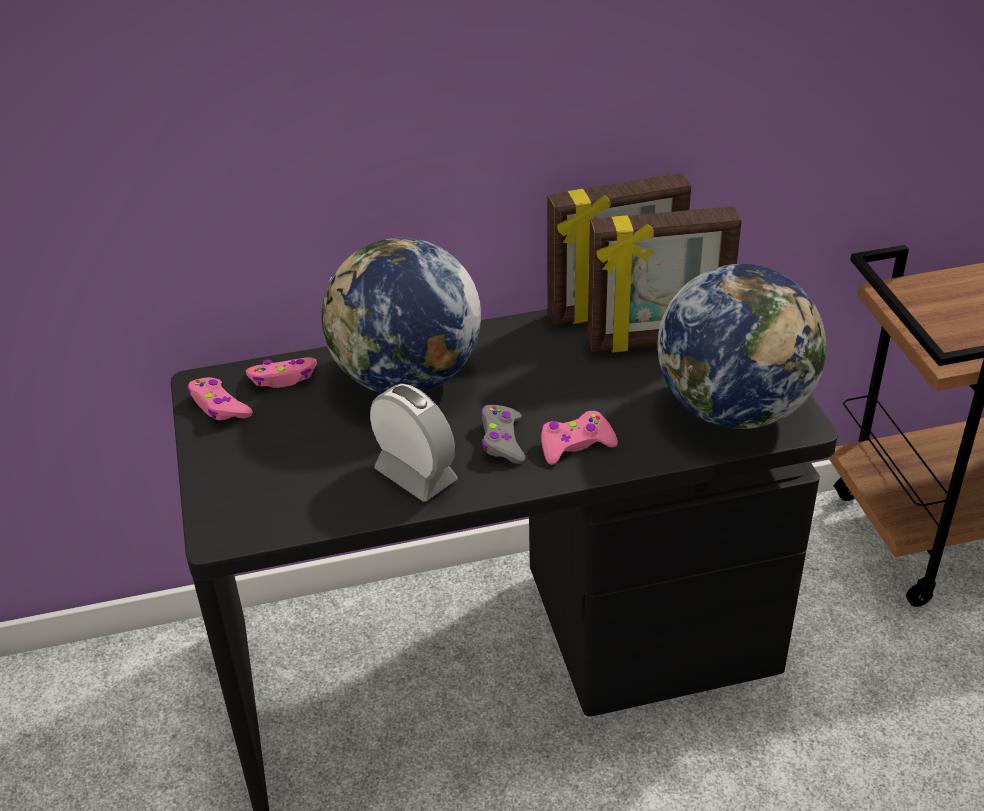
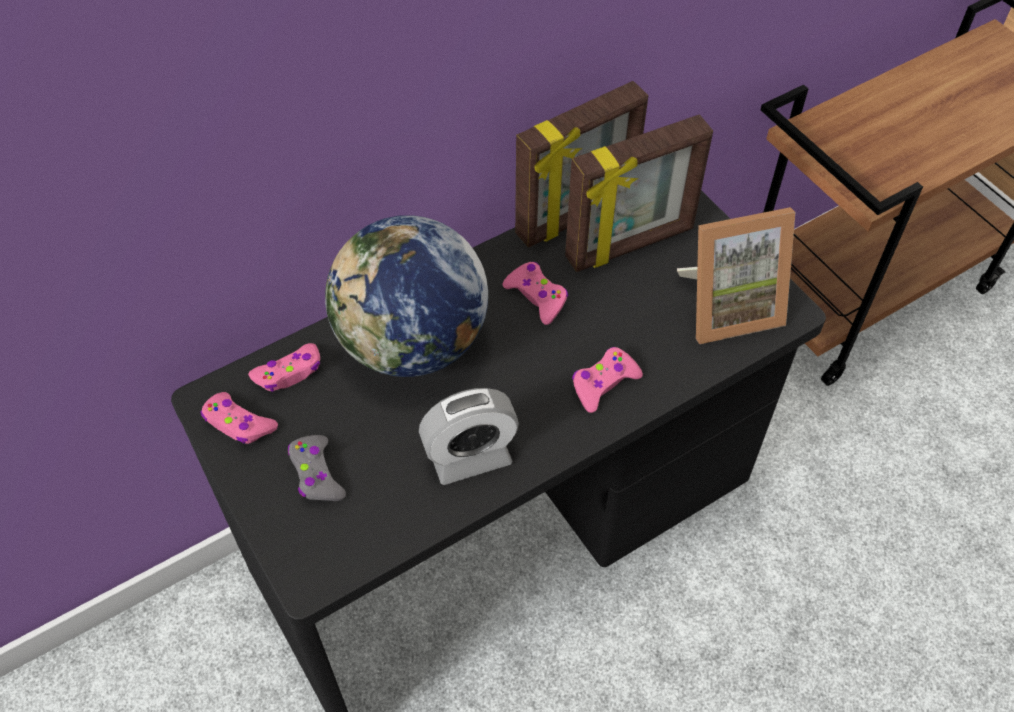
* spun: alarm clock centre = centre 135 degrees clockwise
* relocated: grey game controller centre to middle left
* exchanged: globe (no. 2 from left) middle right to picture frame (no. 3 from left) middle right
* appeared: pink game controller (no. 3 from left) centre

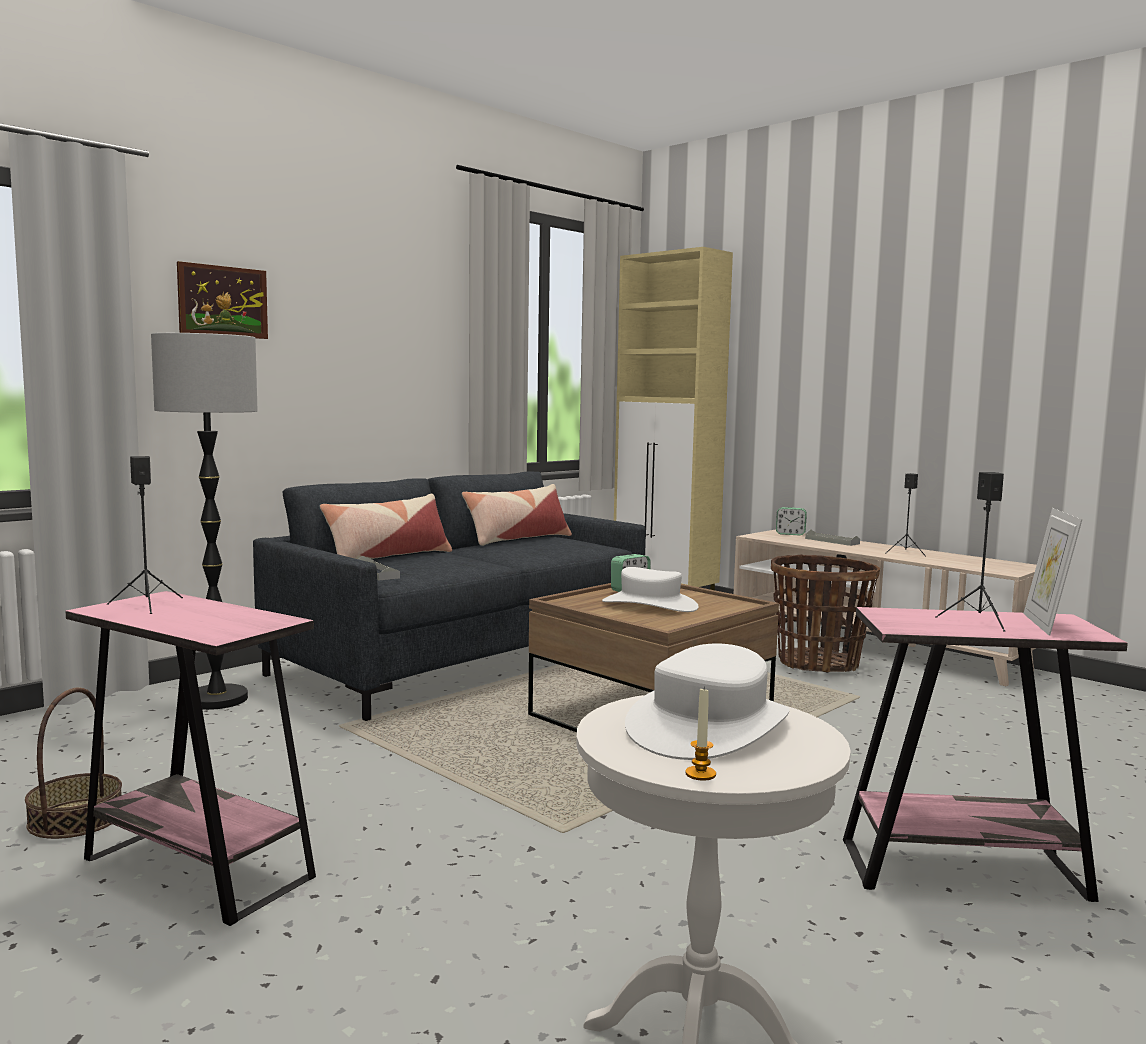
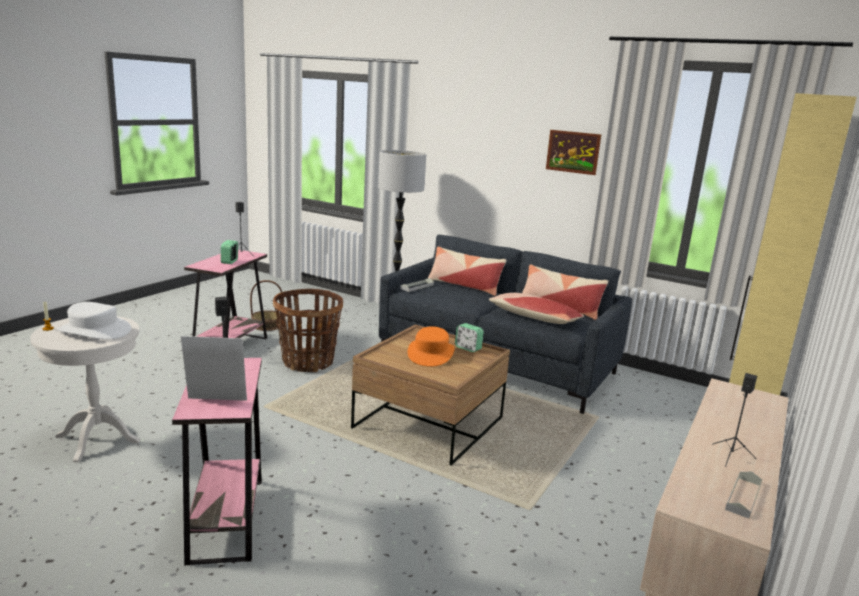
* relocated: picture top left to top right
* colour: white hat (no. 1 from left) centre to orange hat centre
* relocated: basket (no. 2 from left) middle right to centre
* relocated: alarm clock (no. 2 from left in the first image) middle right to alarm clock (no. 1 from left) middle left
* relocated: grey tray (no. 2 from left) middle right to bottom right
* appeared: pillow (no. 2 from left) centre

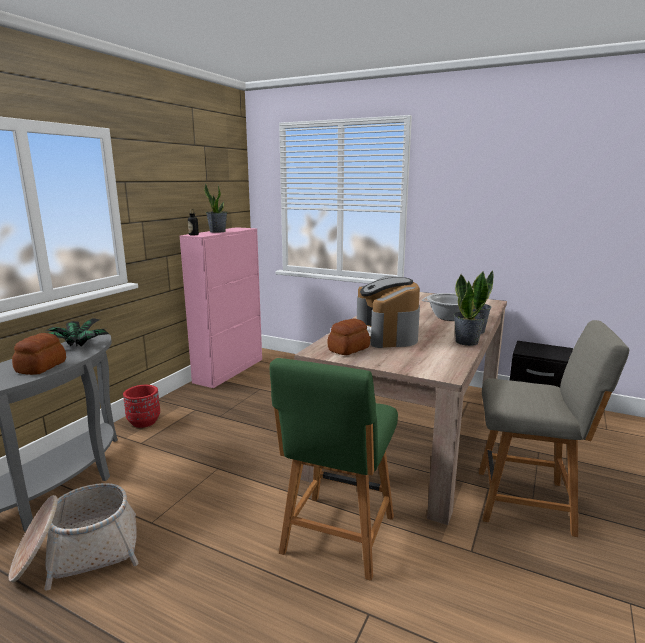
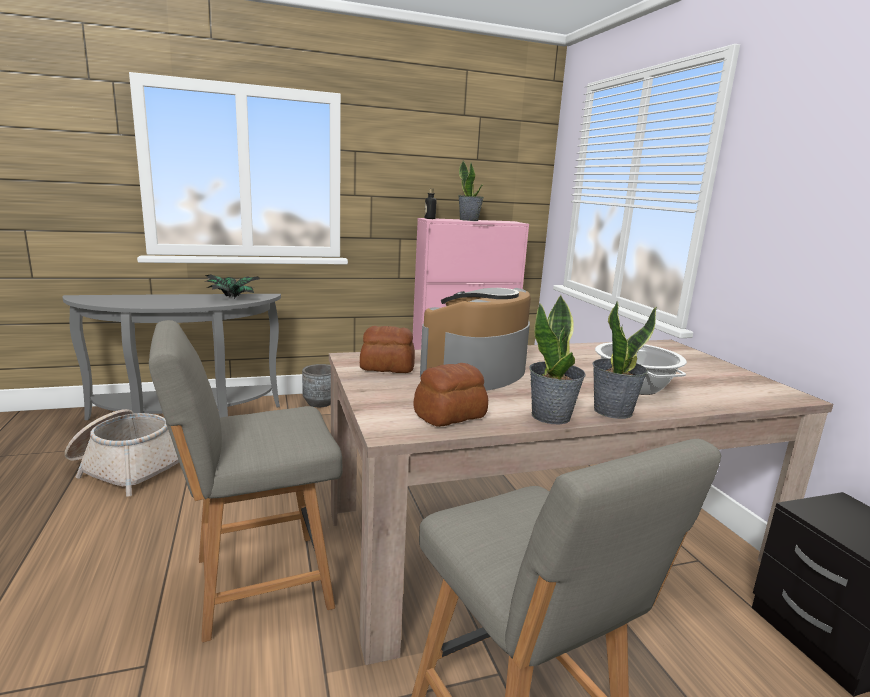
* relocated: bread (no. 1 from left in the first image) middle left to bread (no. 2 from left) centre
* colour: red planter middle left to grey planter centre
* colour: green chair bottom centre to grey chair (no. 1 from left) bottom left

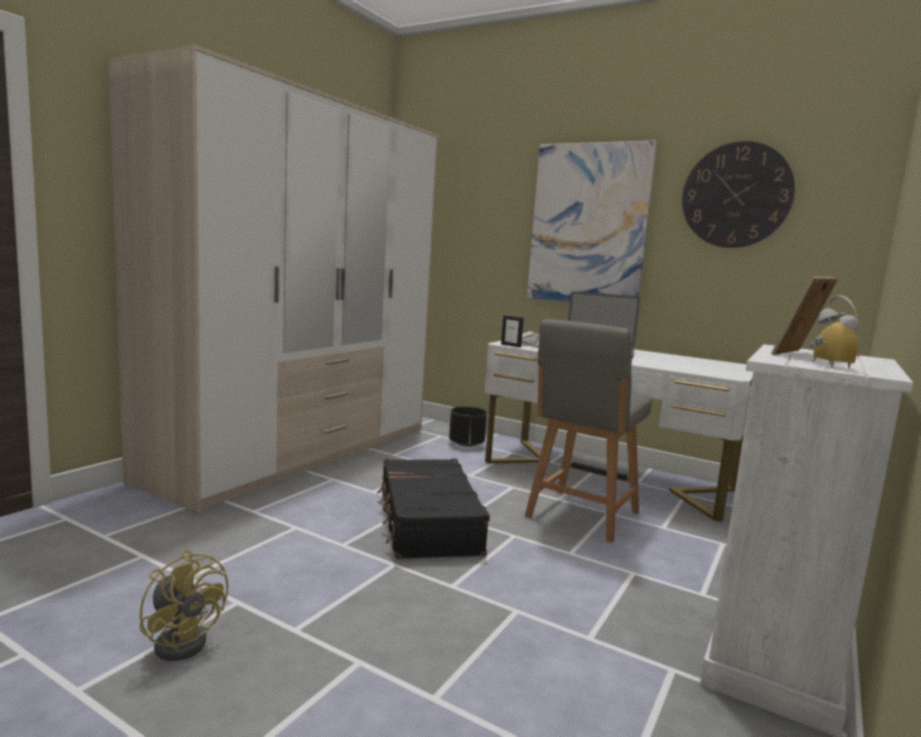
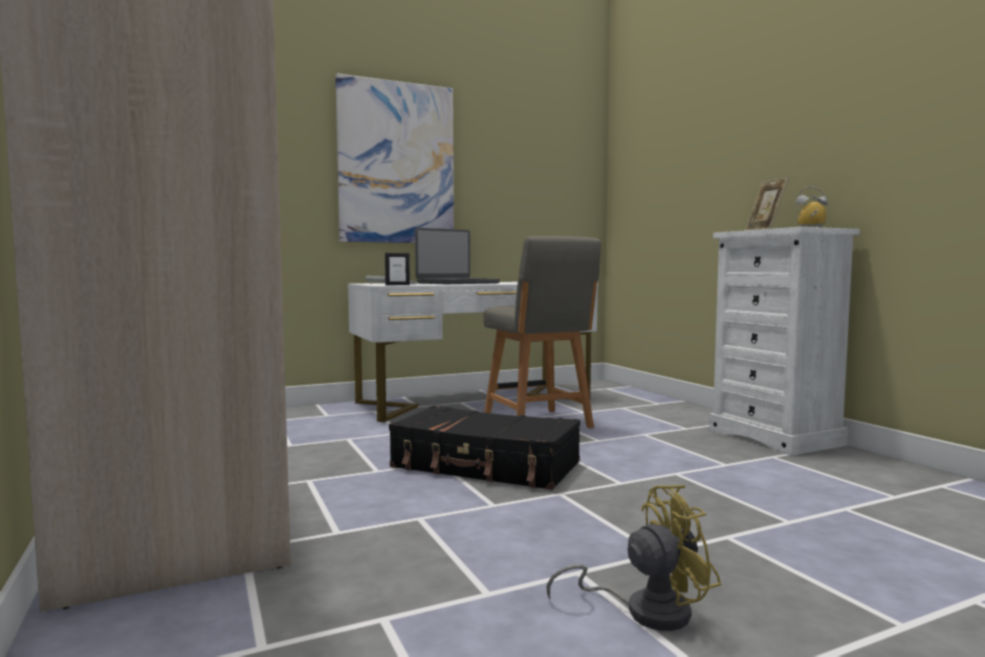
* missing: black planter centre
* missing: wall clock top right

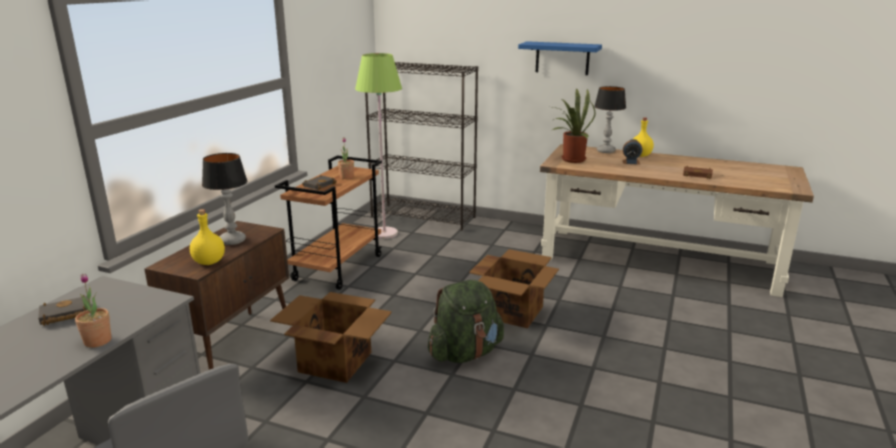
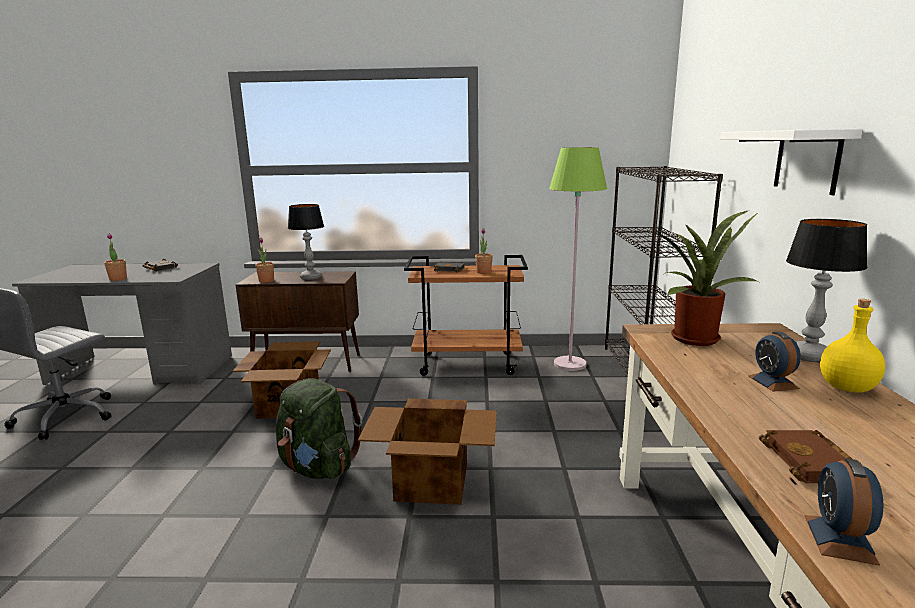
* exchanged: yellow bottle (no. 1 from left) middle left to potted plant (no. 2 from left) middle left
* colour: blue shelf top centre to white shelf top right
* appeared: alarm clock (no. 2 from left) bottom right

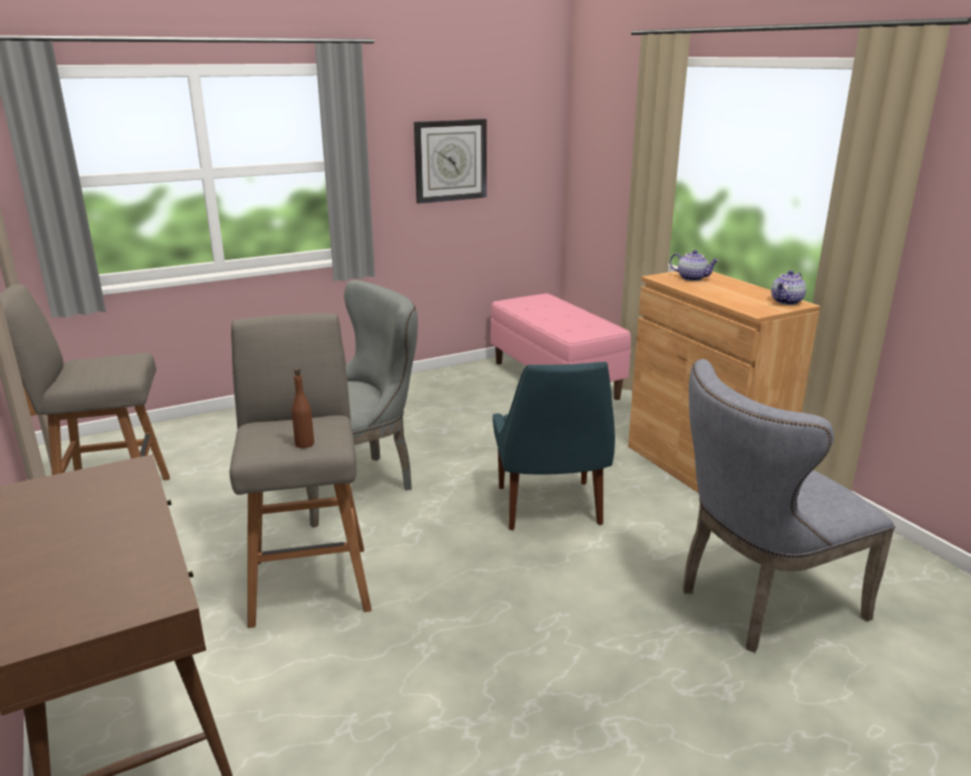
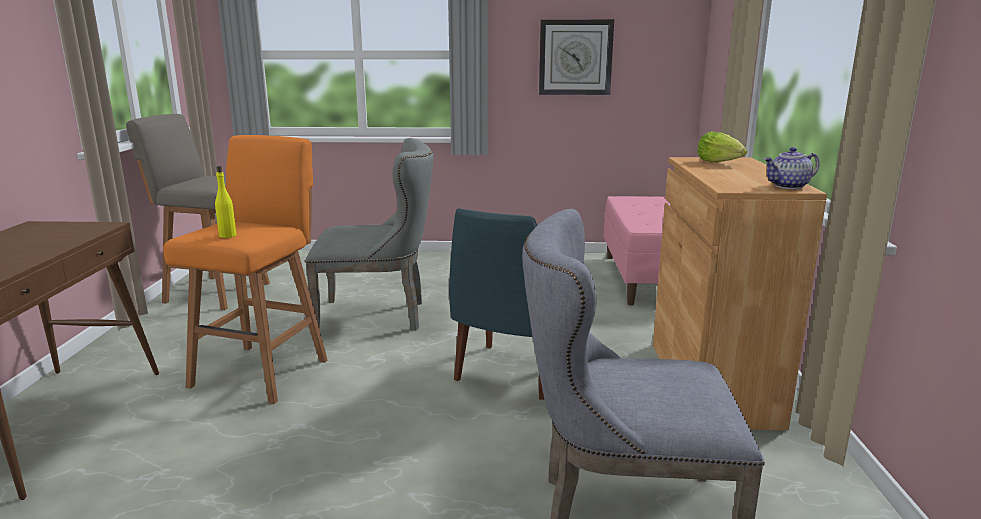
* colour: grey stool (no. 2 from left) middle left to orange stool middle left
* colour: brown bottle middle left to yellow bottle middle left
* exchanged: teapot (no. 1 from left) middle right to lettuce top right

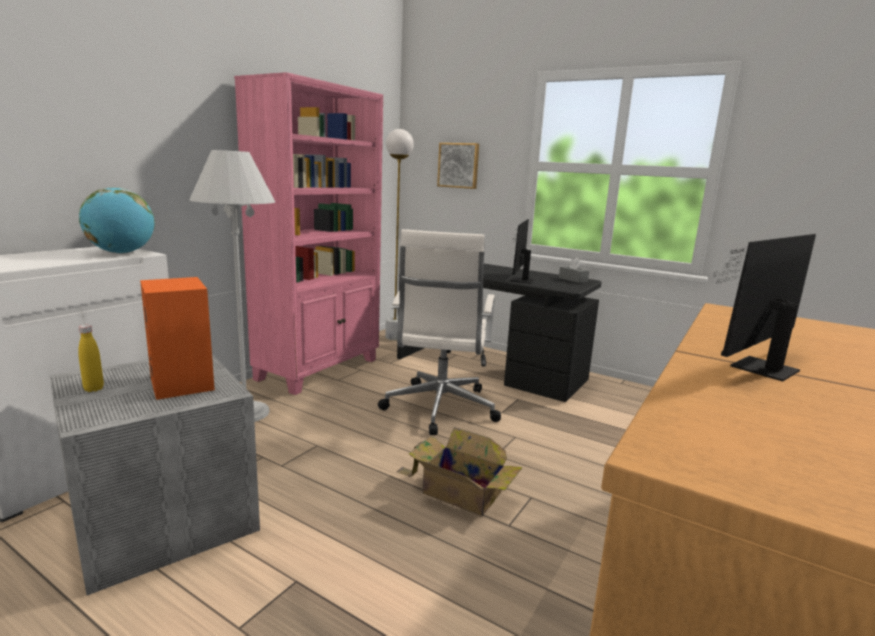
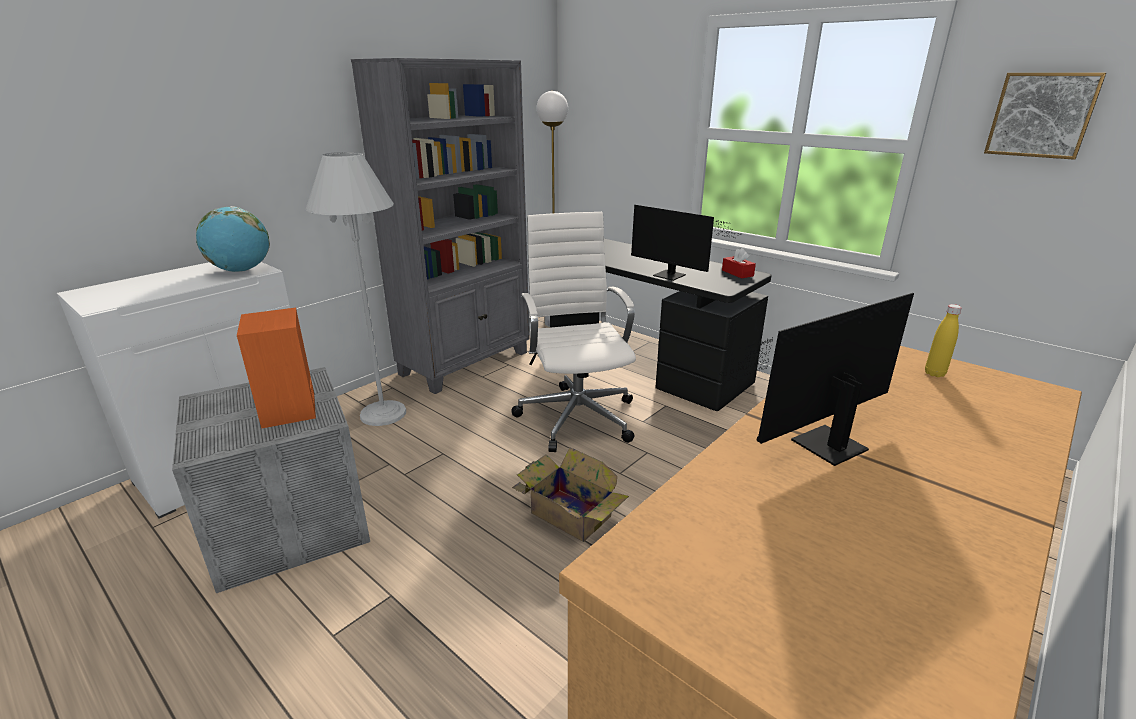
* relocated: yellow bottle middle left to middle right
* colour: pink bookcase centre to grey bookcase top centre
* spun: white office chair centre = centre 150 degrees clockwise
* relocated: picture top centre to top right
* spun: monitor (no. 1 from left) centre = centre 75 degrees counterclockwise
* colour: grey tissue box centre to red tissue box centre

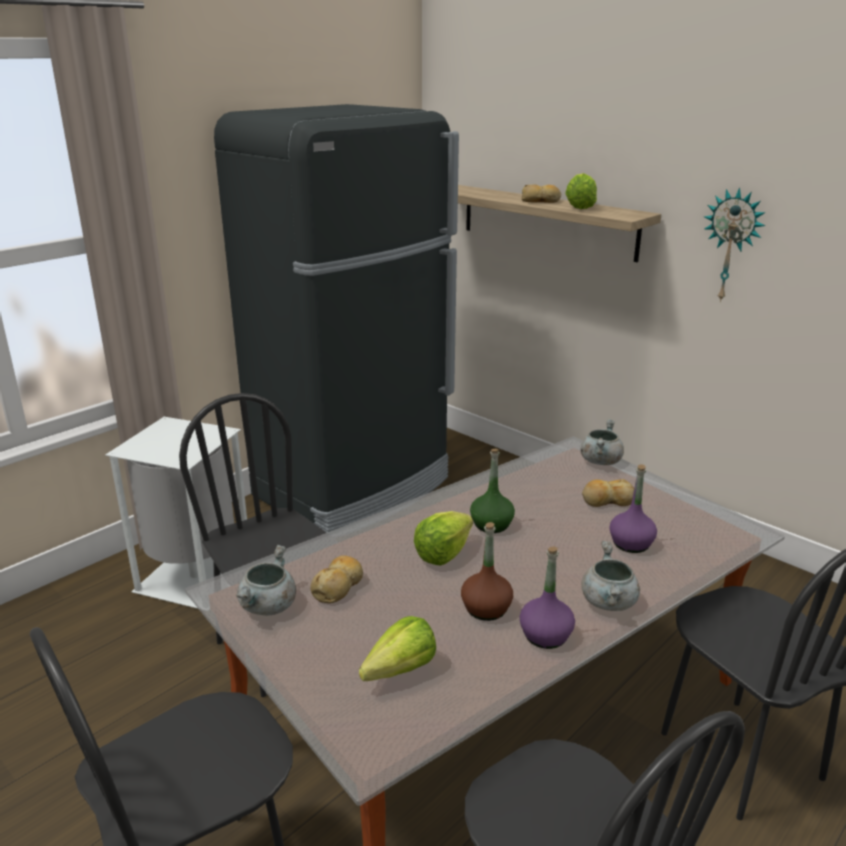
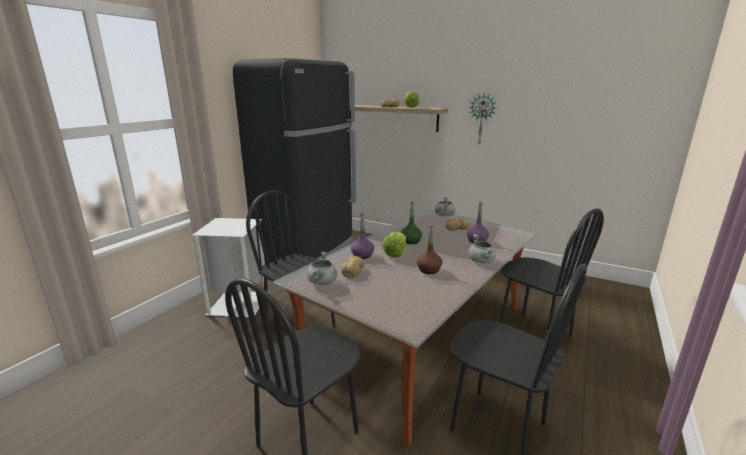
* missing: lettuce (no. 1 from left) bottom centre
* relocated: purple bottle (no. 1 from left) bottom centre to centre

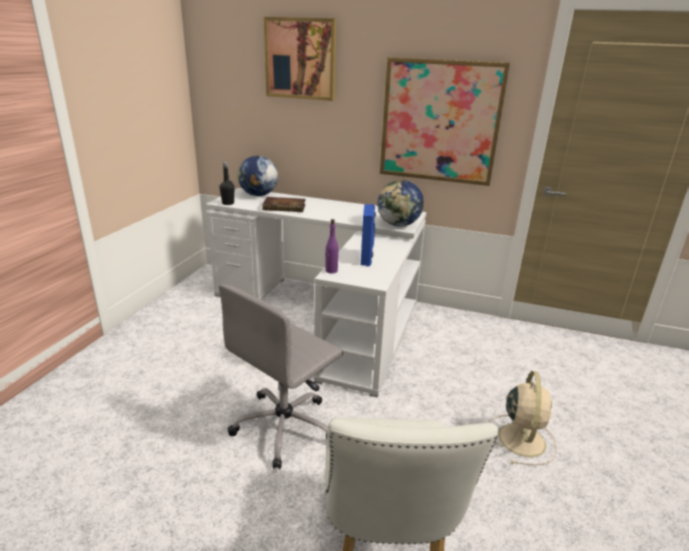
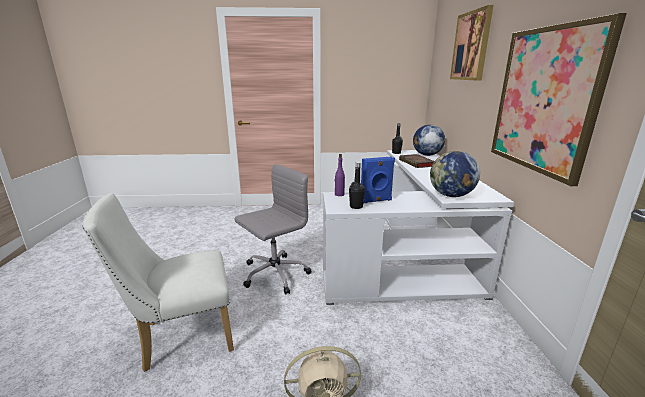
* spun: grey office chair bottom centre = centre 120 degrees clockwise
* appeared: black bottle (no. 1 from left) centre

